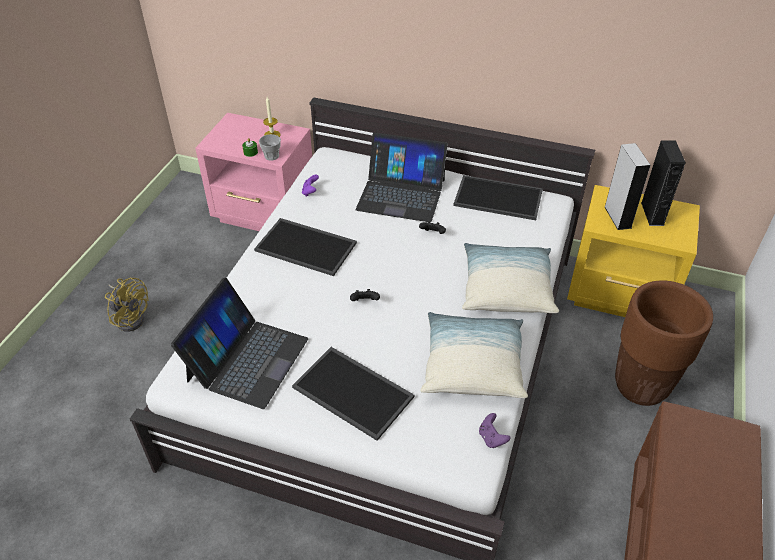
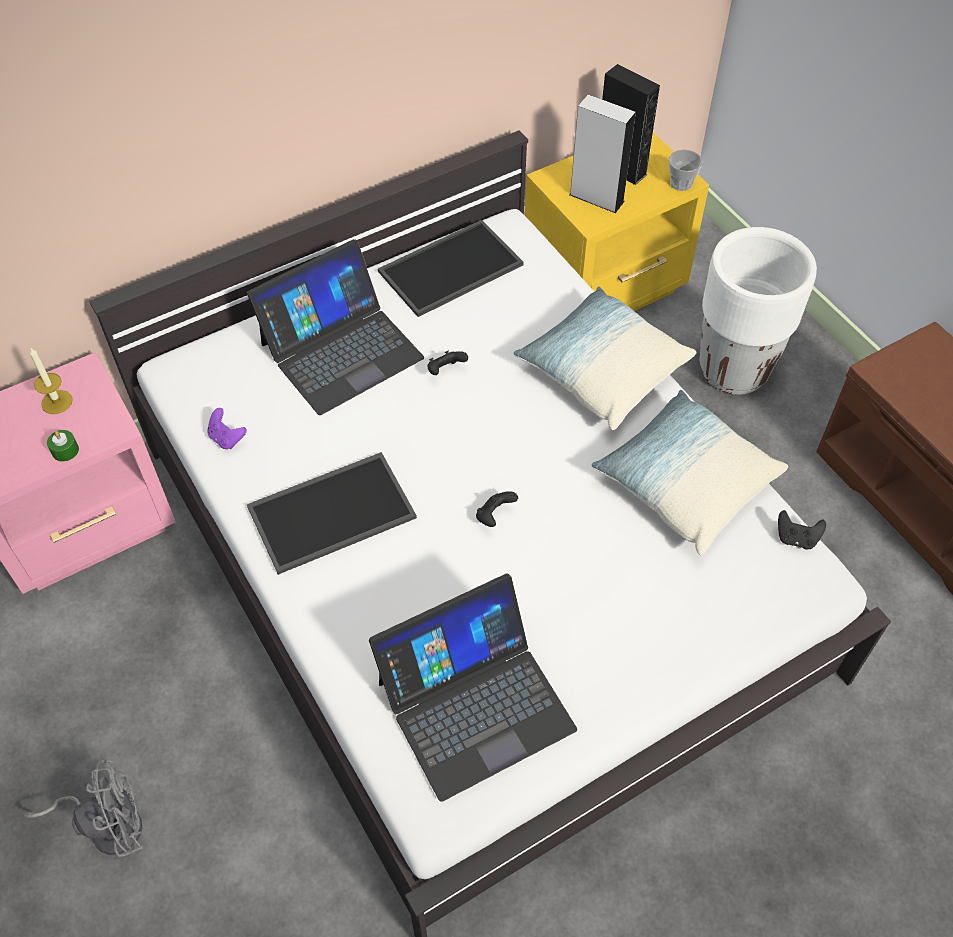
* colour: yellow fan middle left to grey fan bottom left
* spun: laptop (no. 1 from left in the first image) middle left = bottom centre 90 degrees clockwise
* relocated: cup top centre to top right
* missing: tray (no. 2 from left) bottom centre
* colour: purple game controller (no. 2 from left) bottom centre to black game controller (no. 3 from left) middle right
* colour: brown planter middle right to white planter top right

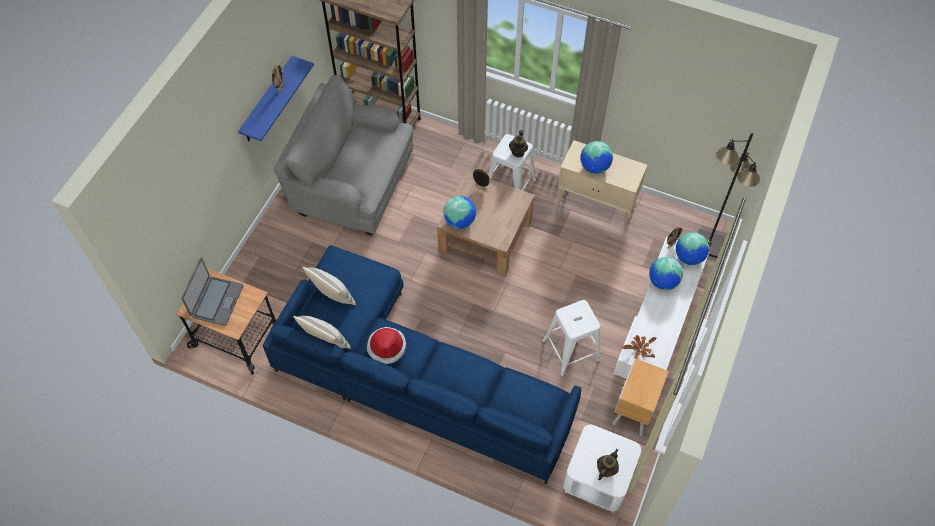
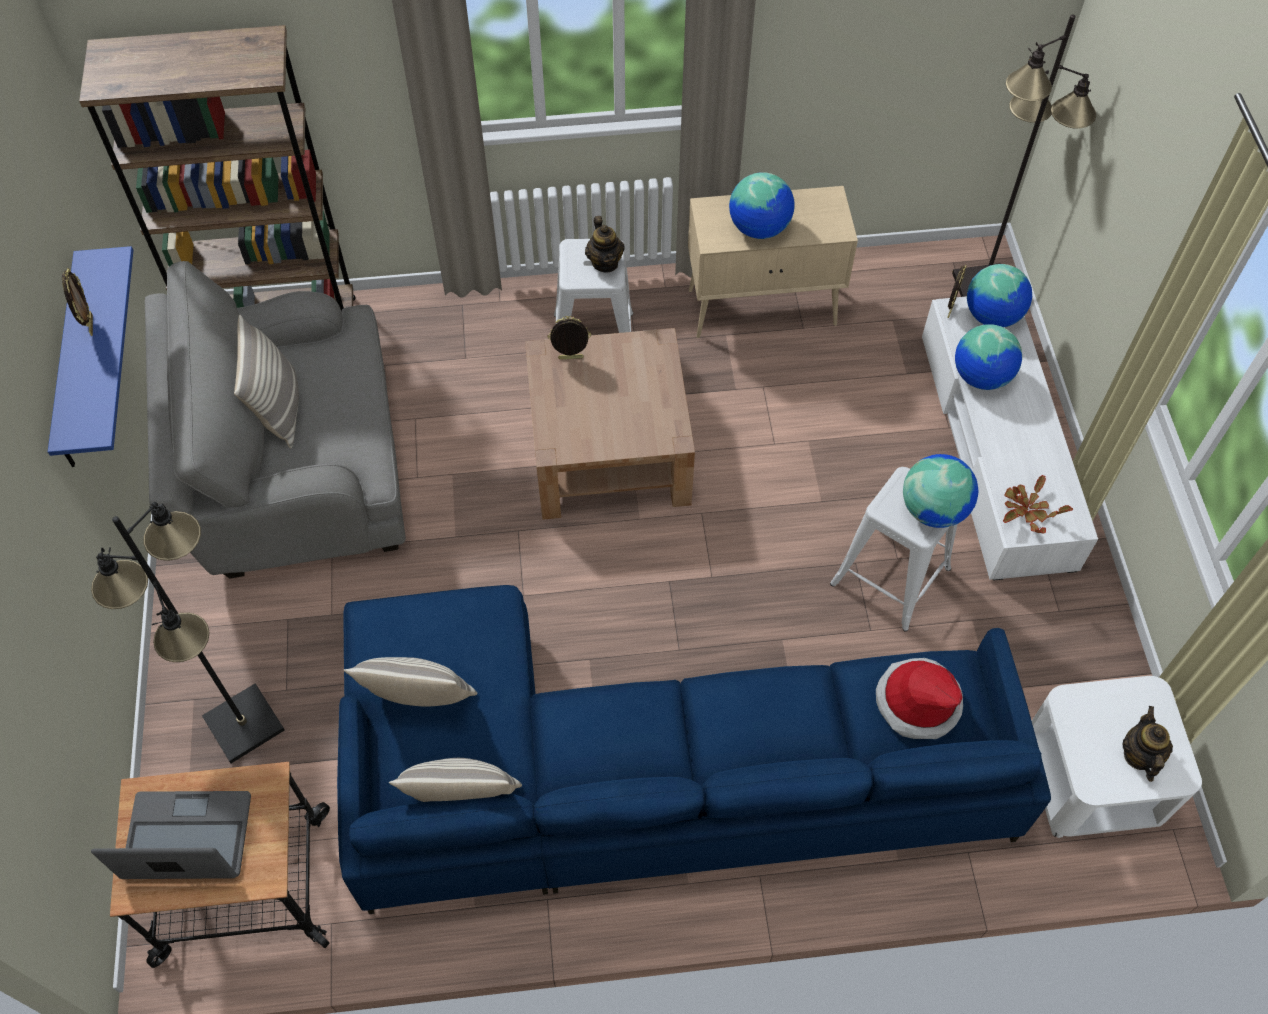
* spun: laptop middle left = bottom left 75 degrees counterclockwise
* relocated: hat centre to bottom right
* relocated: globe (no. 1 from left in the first image) centre to globe (no. 2 from left) middle right
* missing: brown nightstand bottom right
* appeared: black floor lamp (no. 1 from left) middle left
* appeared: pillow (no. 1 from left) middle left

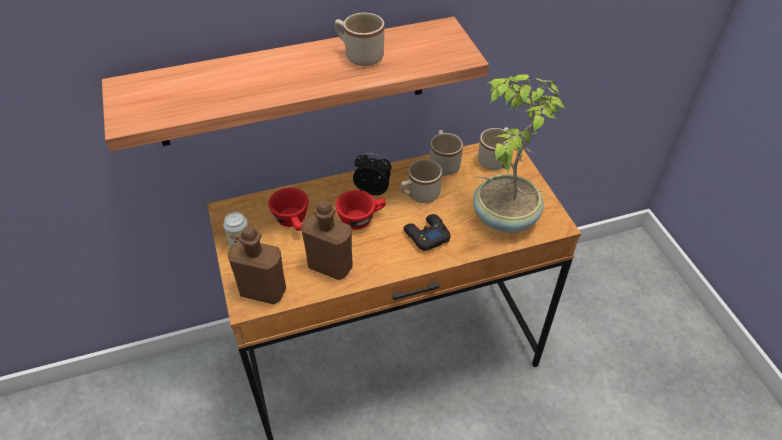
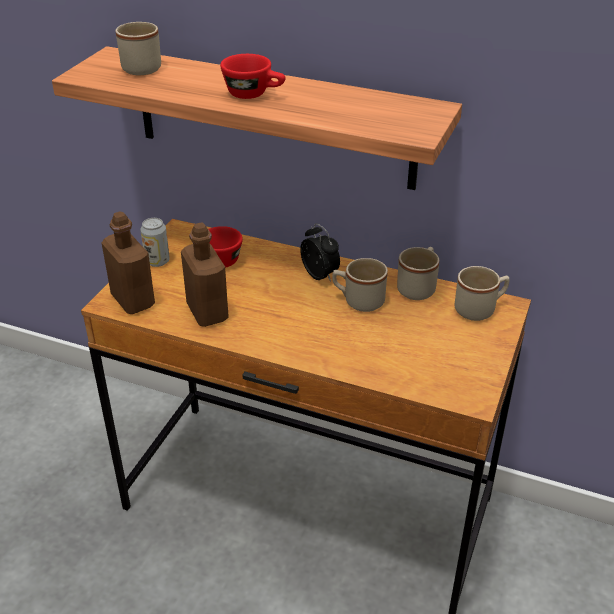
* relocated: beige mug (no. 1 from left) top centre to top left
* relocated: red cup (no. 2 from left) centre to top centre
* missing: black game controller centre
* missing: potted plant centre

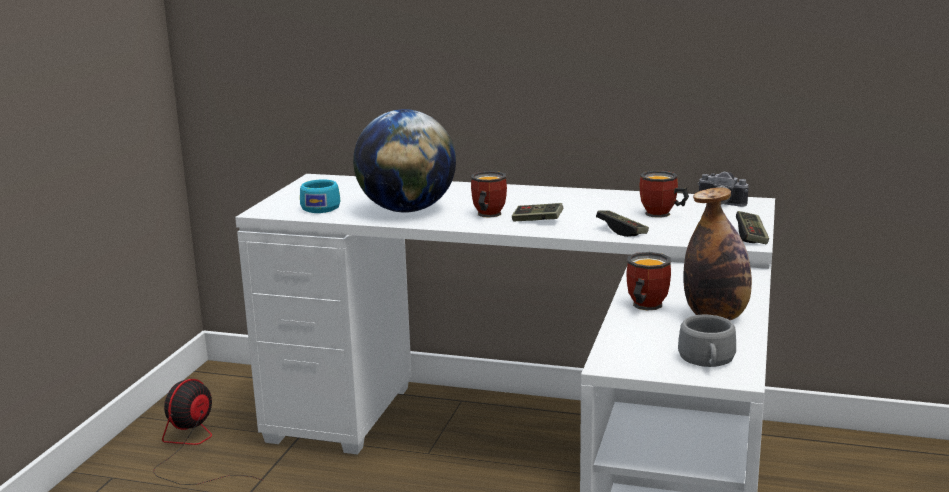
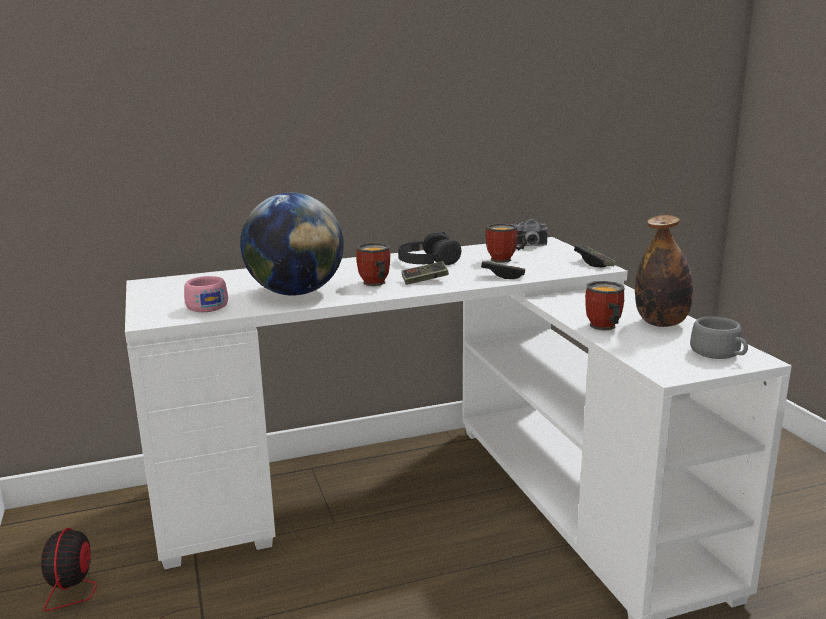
* colour: turquoise cup centre to pink cup middle left
* appeared: black headphones centre

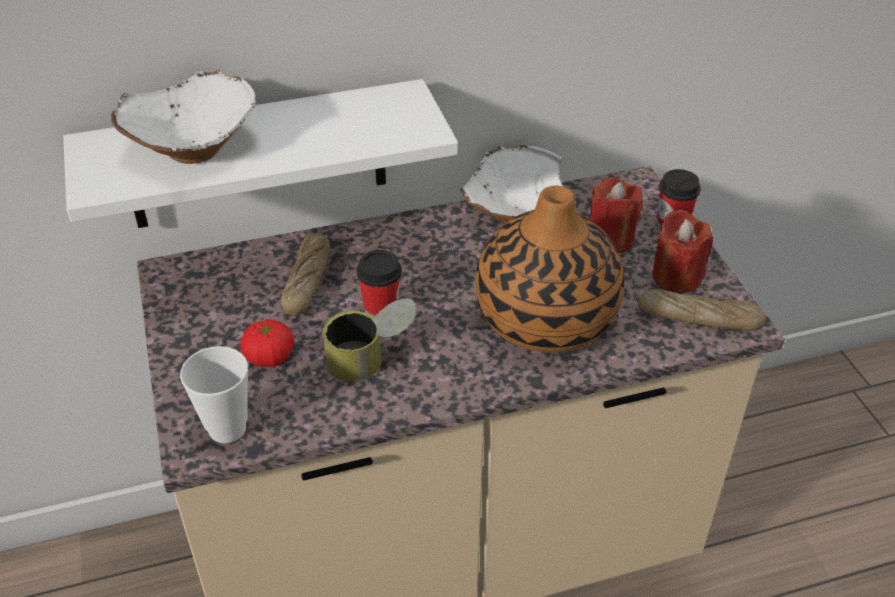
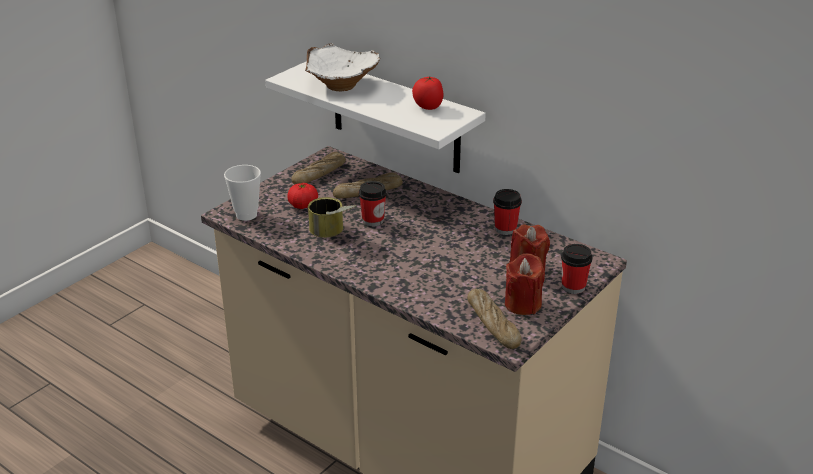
* exchanged: white bowl (no. 2 from left) top centre to cup (no. 3 from left) centre
* missing: vase centre
* appeared: bread (no. 1 from left) centre
* appeared: tomato (no. 2 from left) top centre

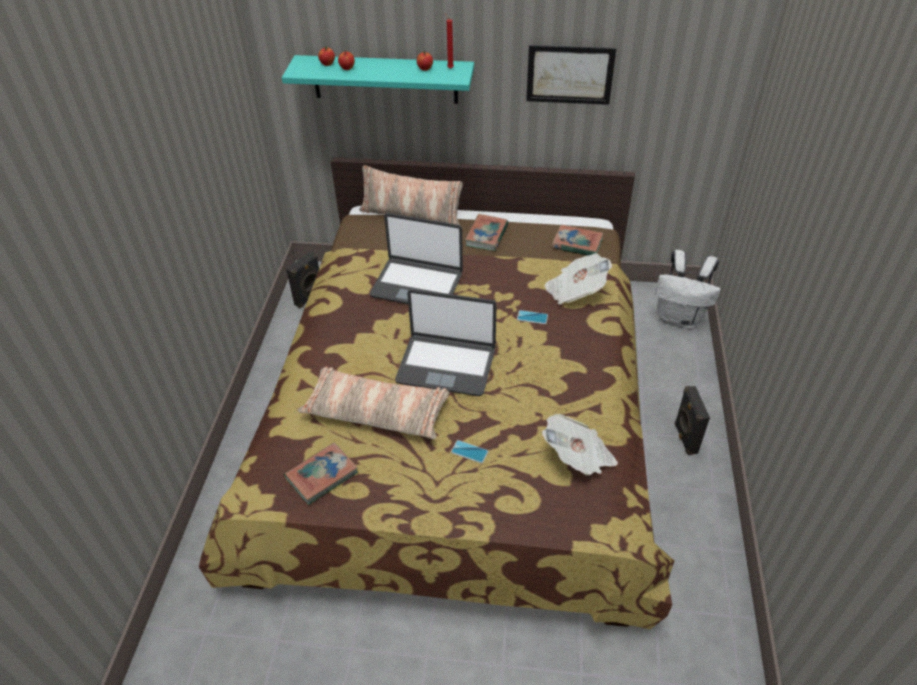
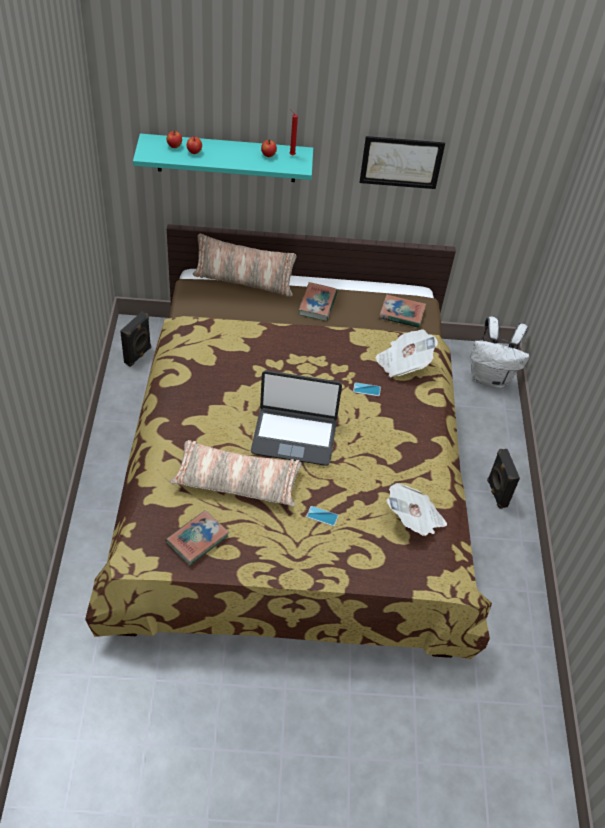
* missing: laptop (no. 1 from left) centre

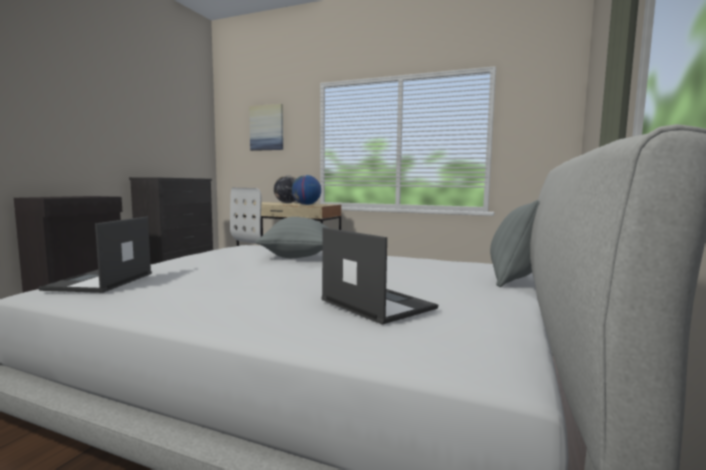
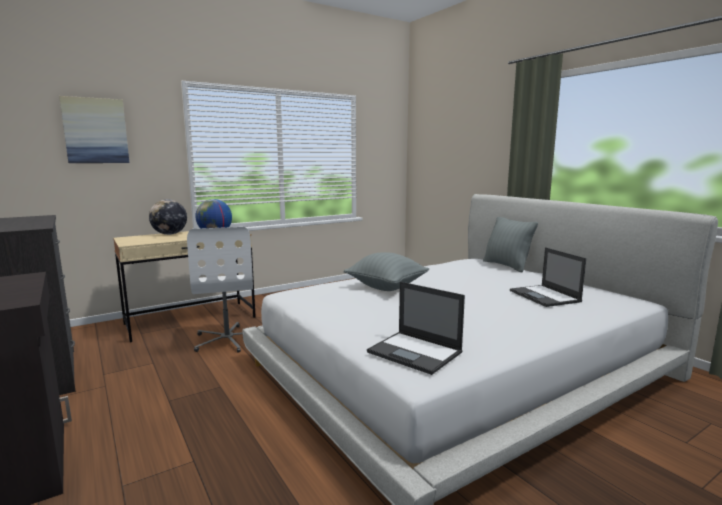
* spun: laptop (no. 2 from left) centre = middle right 105 degrees counterclockwise

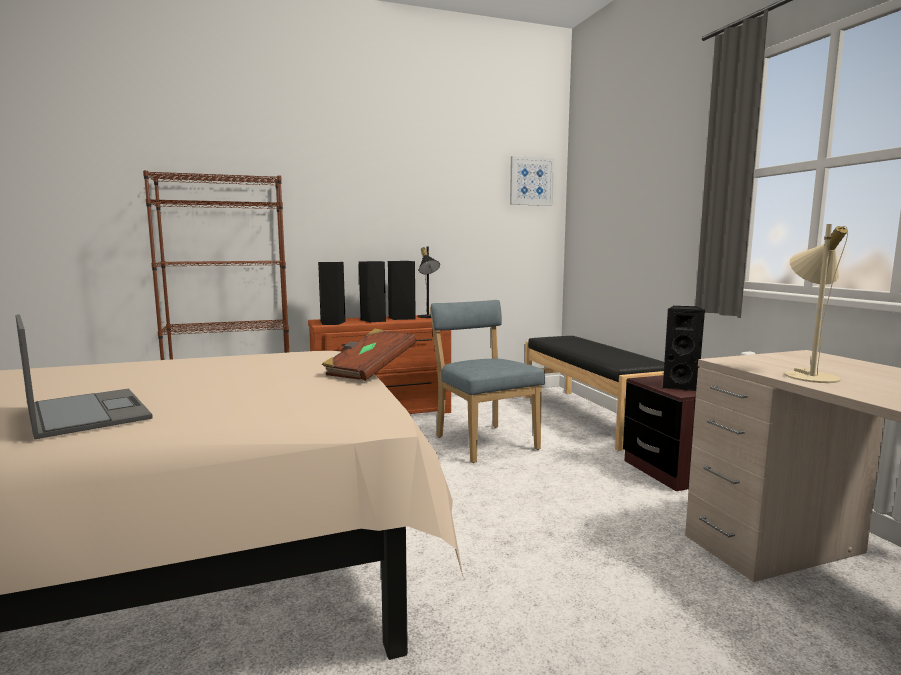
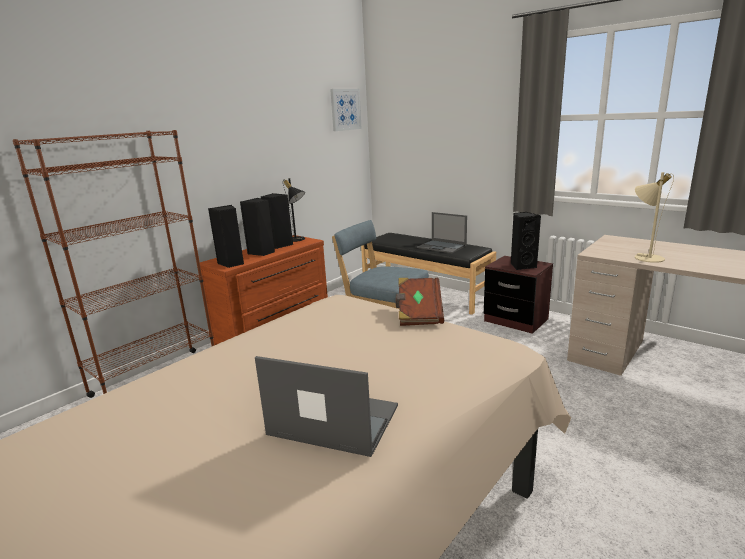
* appeared: laptop (no. 2 from left) centre

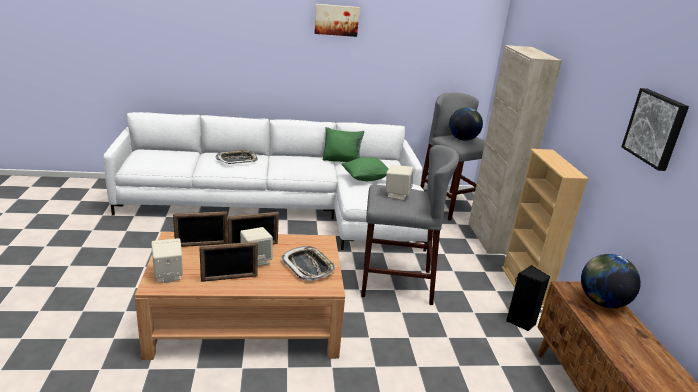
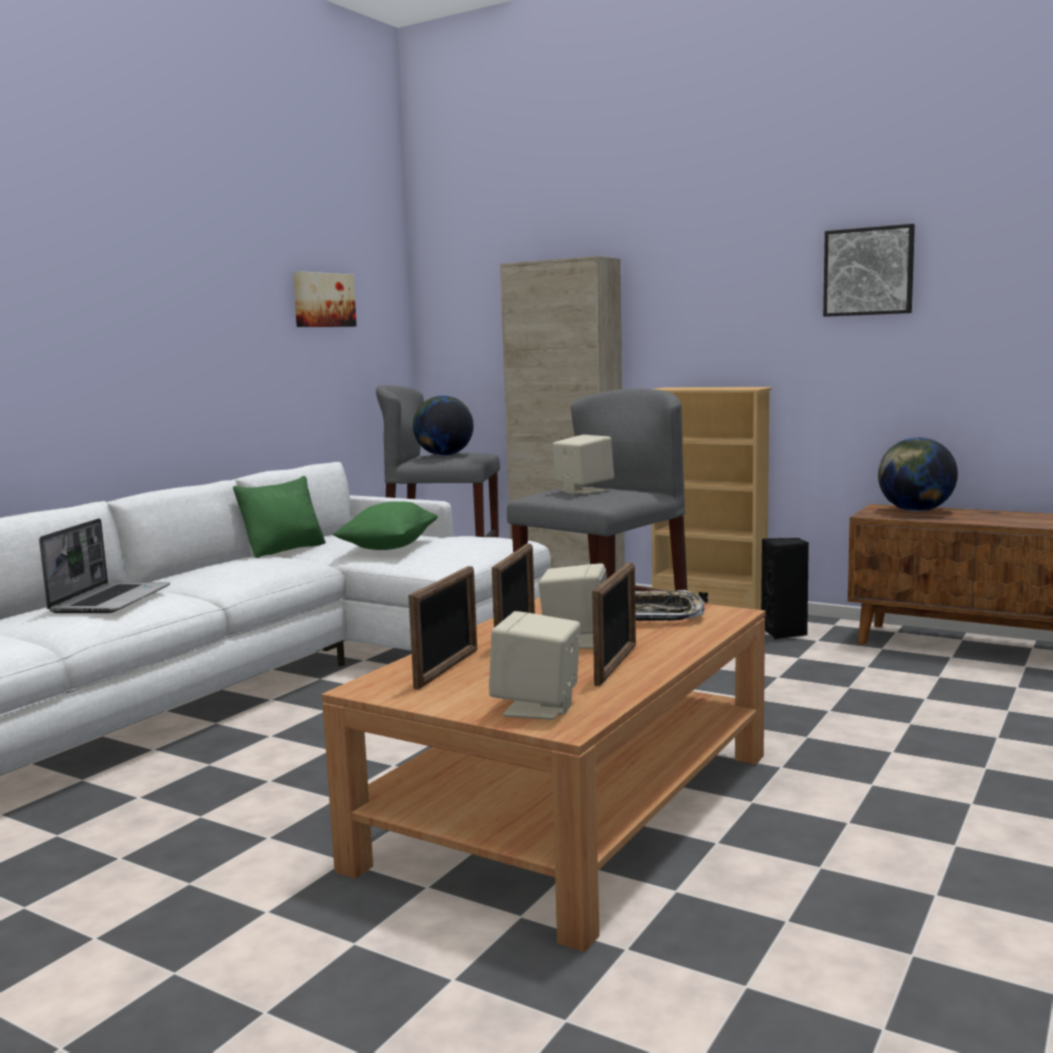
* exchanged: tray (no. 1 from left) centre to laptop middle left
* relocated: picture (no. 1 from left) top centre to top left

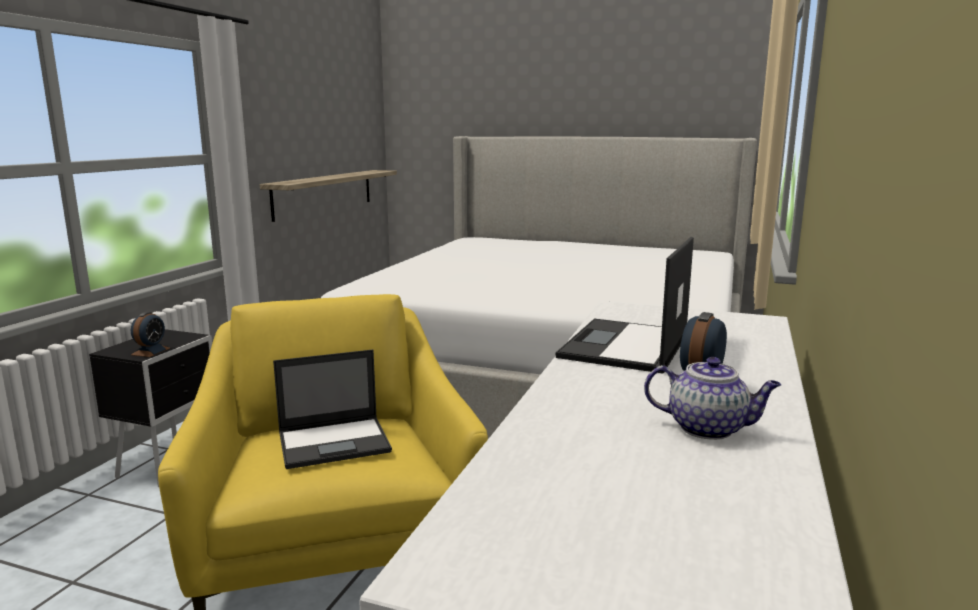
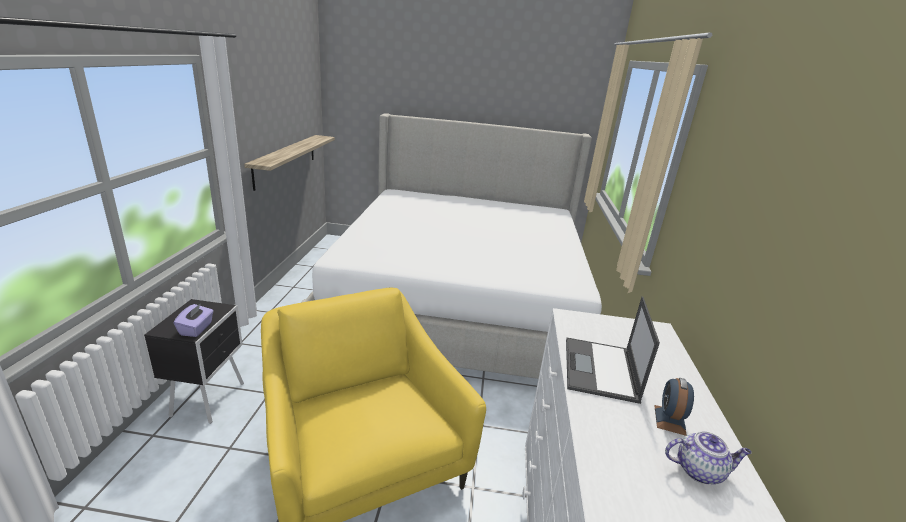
* exchanged: alarm clock (no. 1 from left) middle left to purple tissue box middle left
* missing: laptop (no. 1 from left) bottom centre

